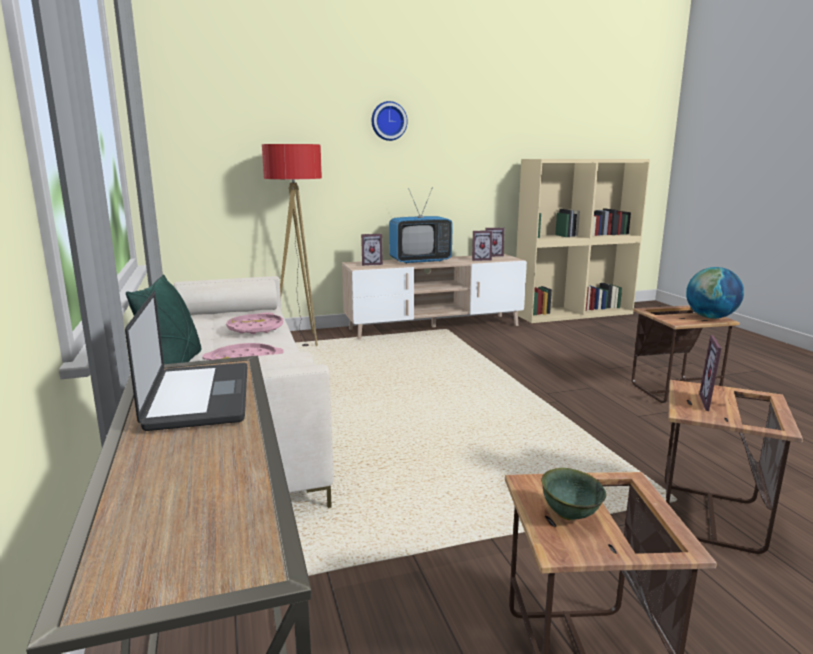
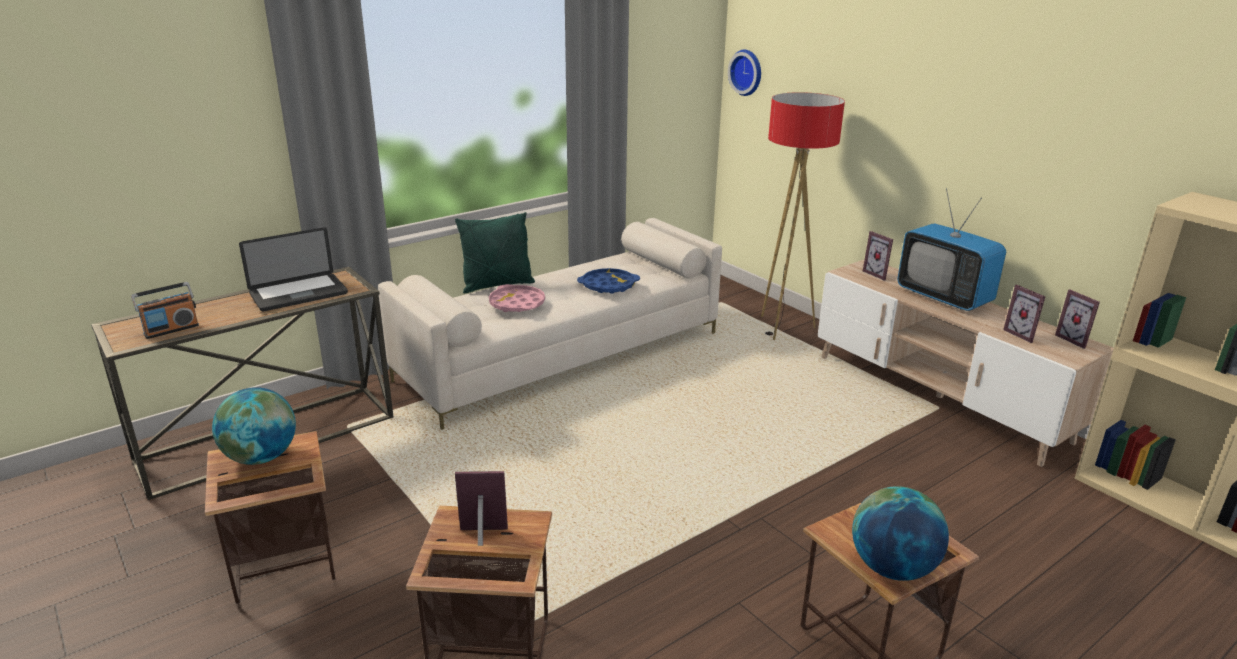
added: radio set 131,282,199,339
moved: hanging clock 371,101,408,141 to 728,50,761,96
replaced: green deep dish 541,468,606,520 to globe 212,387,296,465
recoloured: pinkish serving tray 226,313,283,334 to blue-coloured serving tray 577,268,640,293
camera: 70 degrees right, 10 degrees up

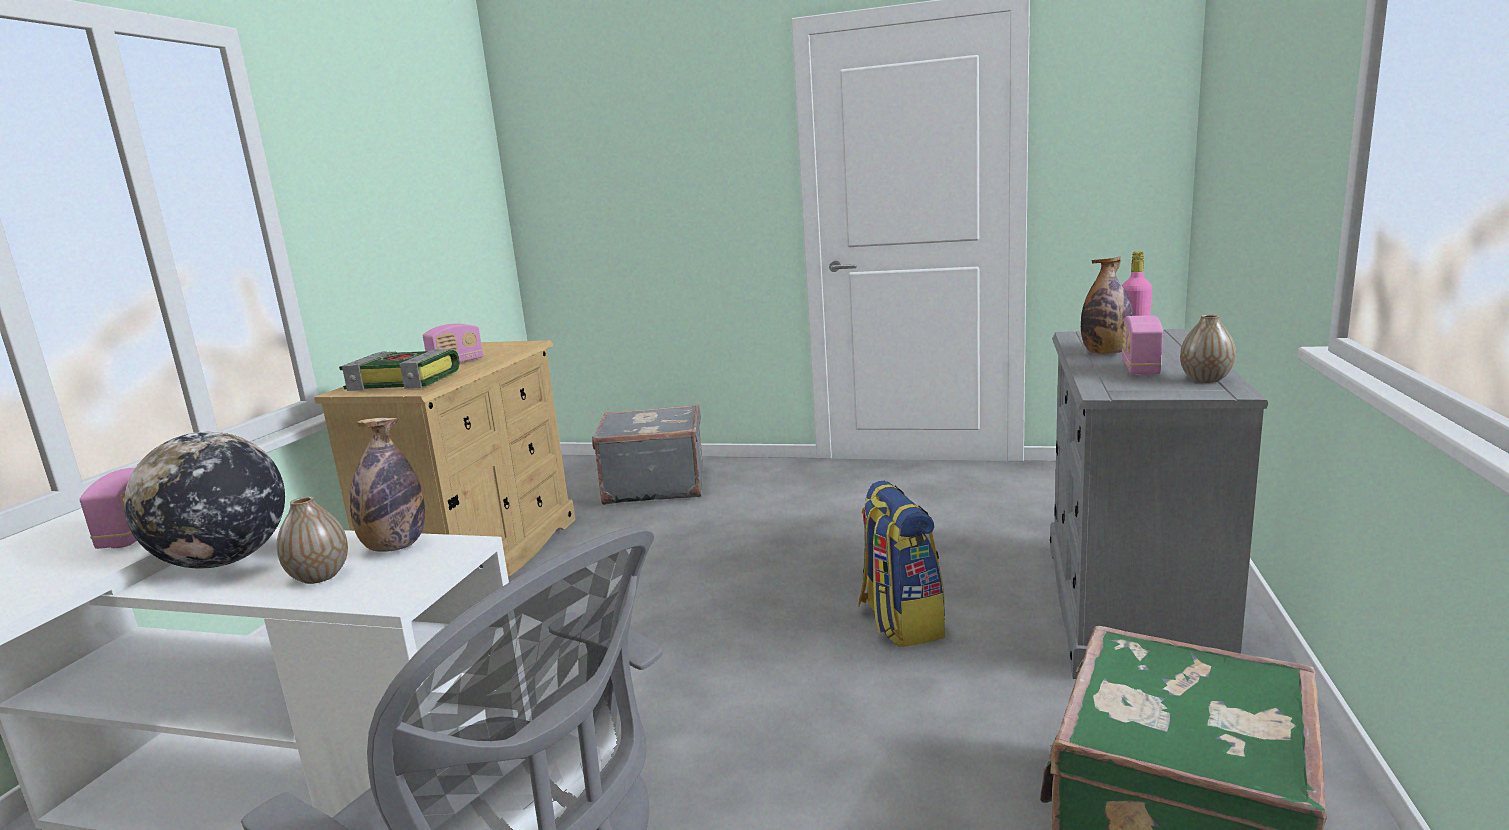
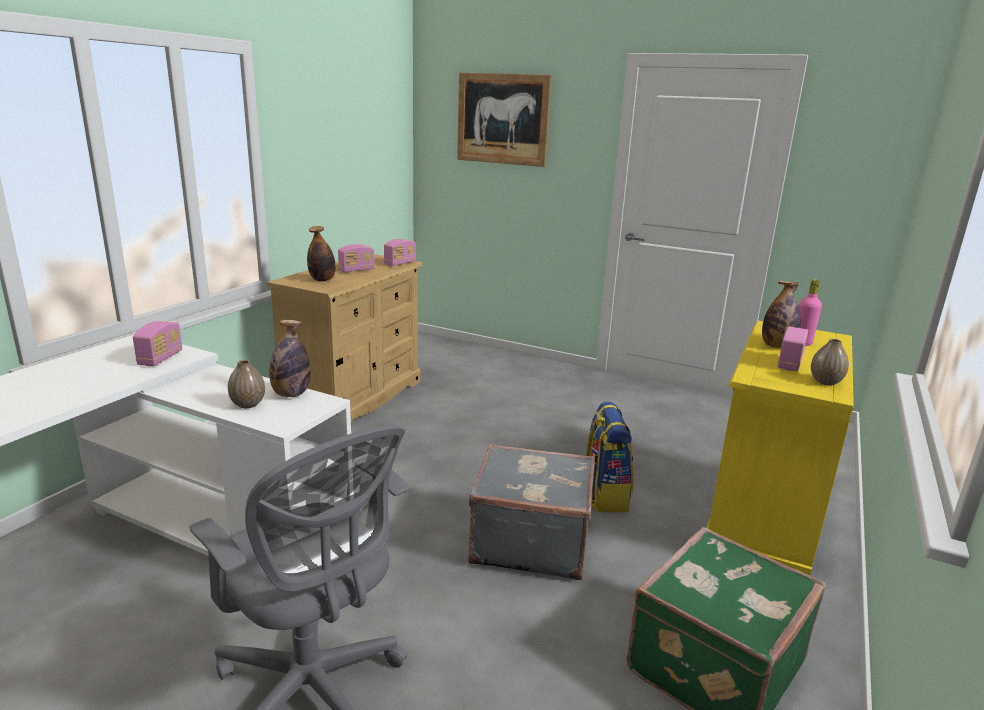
removed: globe 124,432,285,569
added: radio set 384,239,415,266; wall art 457,73,552,167
moved: gray suitcase 592,404,703,505 to 468,444,595,580
replaced: bound book 339,349,460,391 to bottle 307,226,336,281
recoloured: gray dresser 1050,329,1268,679 to yellow-coloured dresser 707,321,854,575
camera: 10 degrees right, 5 degrees up

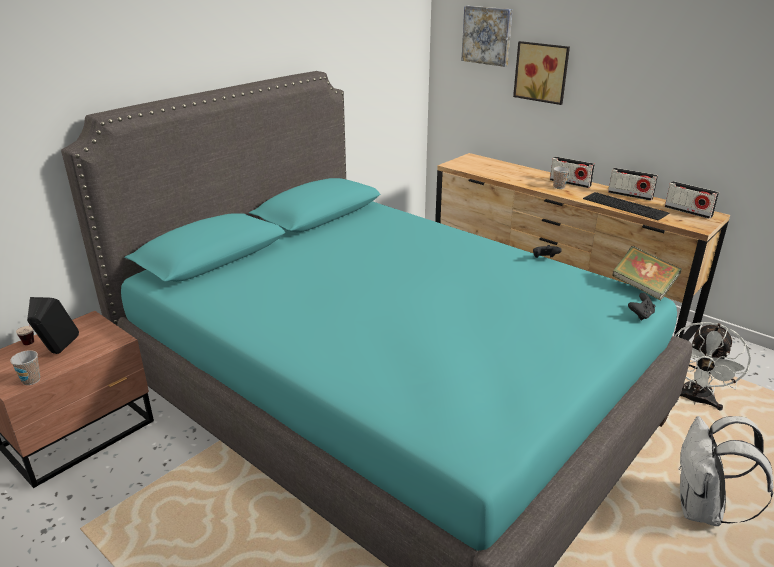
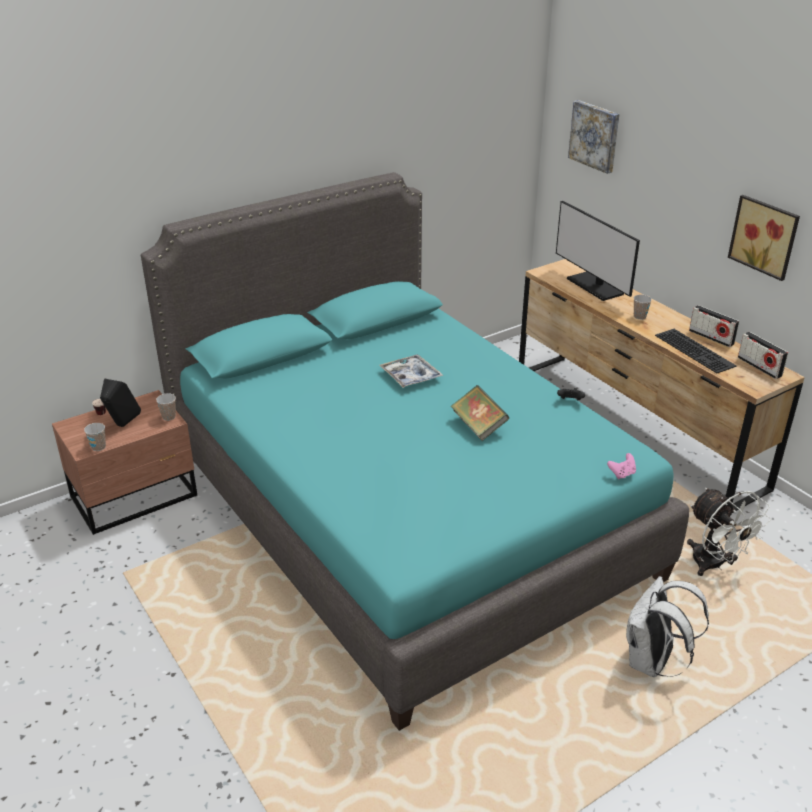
removed: radio set 550,157,595,188
added: drinking cup 156,393,176,421; serving tray 379,355,443,388; computer screen 556,200,640,301
moved: bound book 612,246,681,301 to 450,385,509,441; wall art 513,41,570,105 to 728,195,800,281
recoloured: black-coloured joypad 628,293,656,321 to pinkish joypad 607,453,636,479
turned: whitish electric fan 674,322,751,411 = 687,488,771,576 75 degrees counterclockwise
camera: 15 degrees right, 5 degrees up

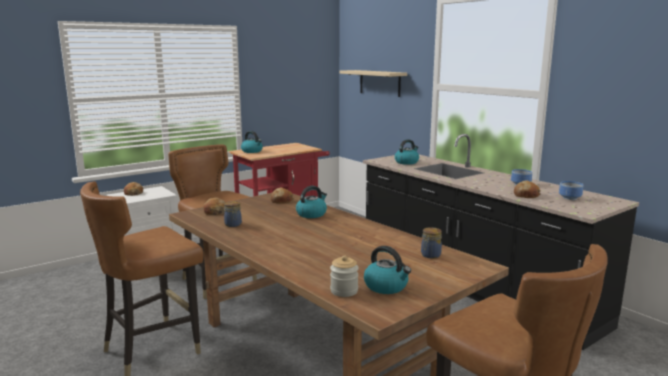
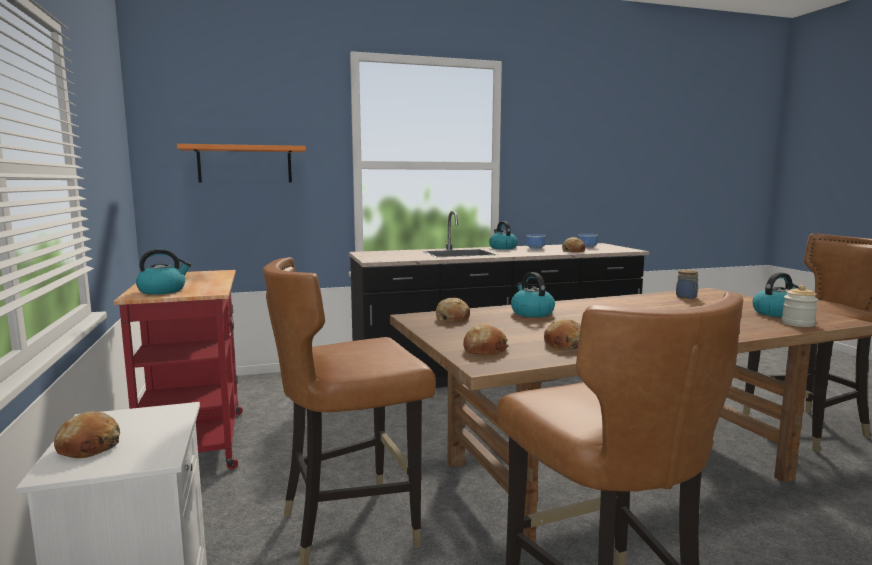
moved: tea kettle 395,139,419,165 to 489,221,518,250
replaced: jar 224,201,242,227 to bread 544,319,581,349
recoloured: beige-coloured wall shelf 339,70,407,97 to orangey wall shelf 177,144,306,182
camera: 70 degrees left, 5 degrees down

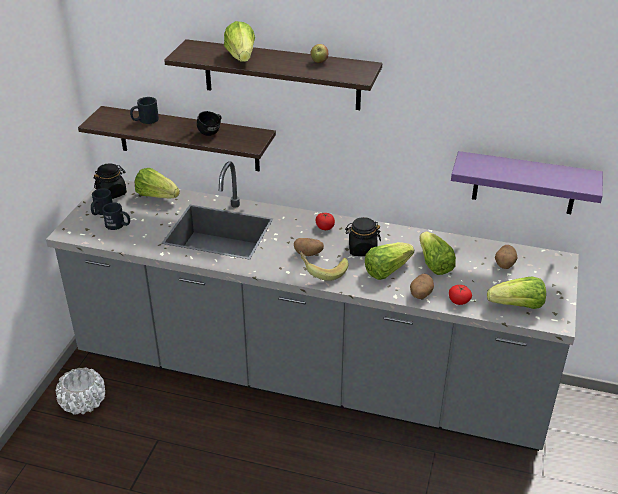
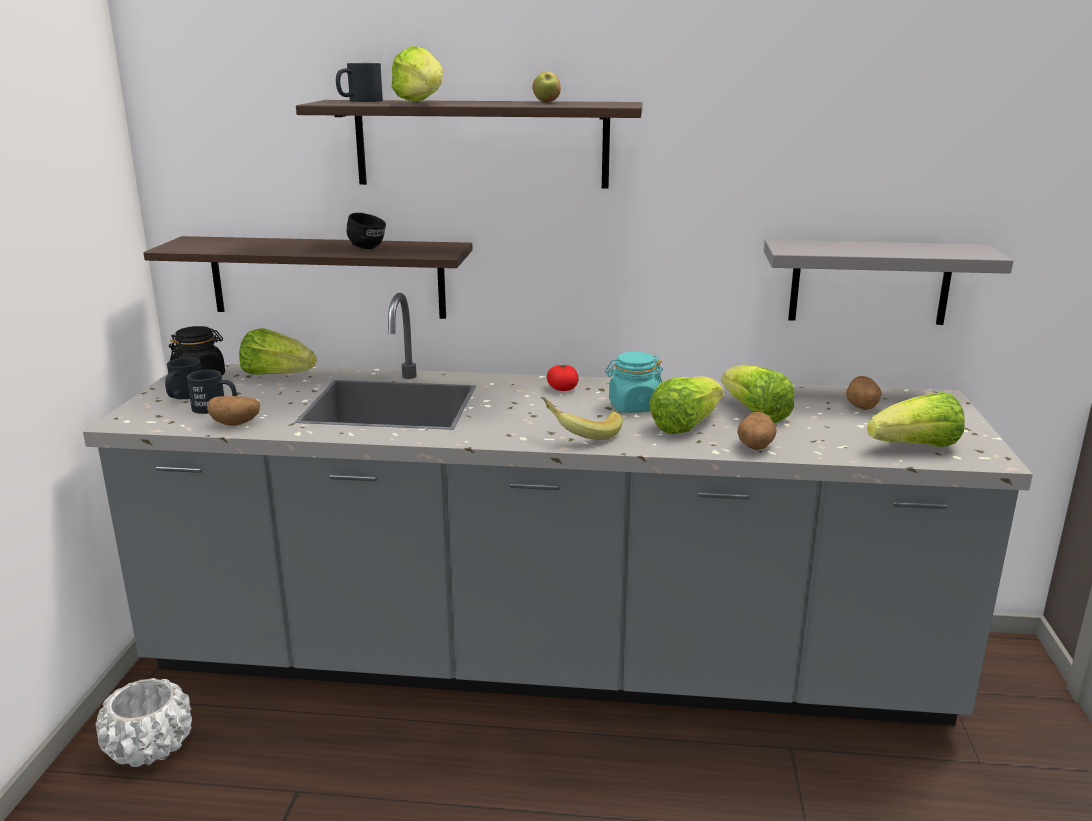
removed: whole tomato 449,285,472,305
moved: potato 294,238,324,256 to 207,396,260,426; black-coloured tea mug 130,97,159,124 to 336,63,383,102
recoloured: black-coloured jar 345,217,381,256 to turquoise jar 605,352,663,413; purple-coloured wall shelf 451,151,603,214 to gray wall shelf 764,240,1013,325
camera: 10 degrees left, 15 degrees down

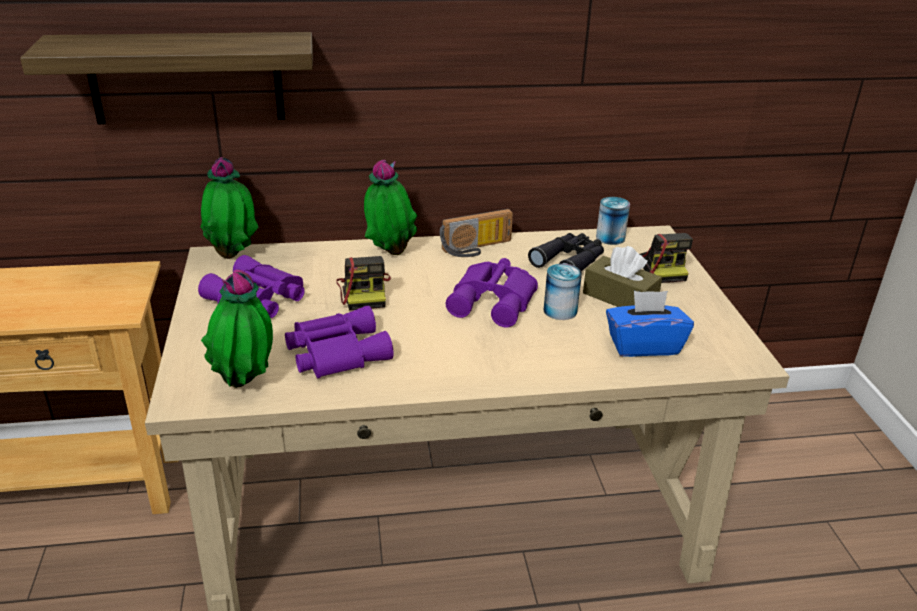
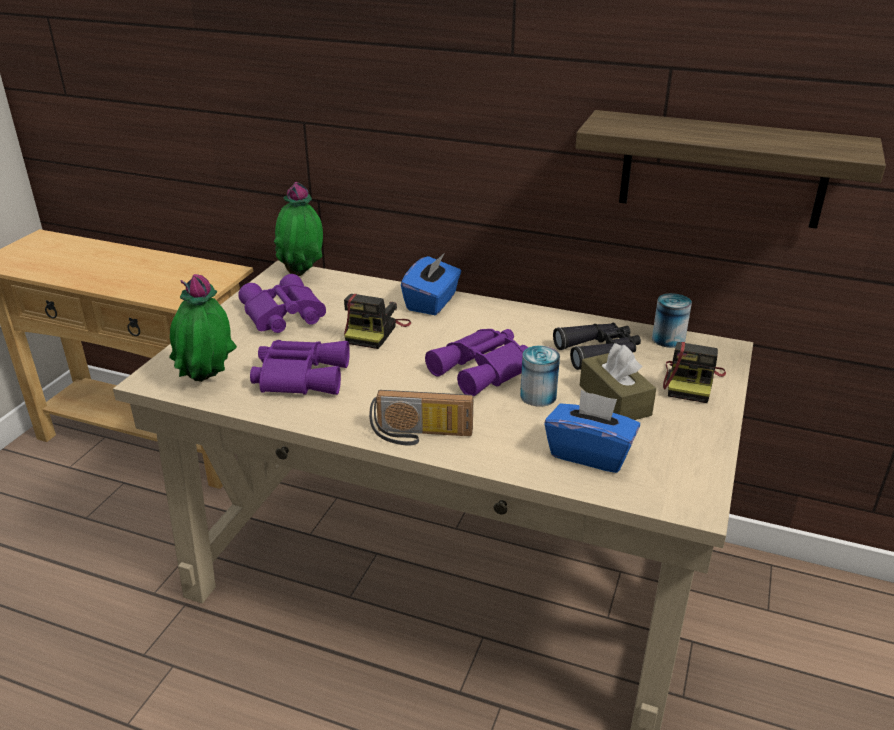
moved: radio set 440,209,513,257 to 369,390,474,446; wall shelf 20,32,313,124 to 575,110,886,229
replaced: plant in a pot 364,160,418,255 to blue-coloured tissue box 401,254,461,315
camera: 30 degrees right, 0 degrees up

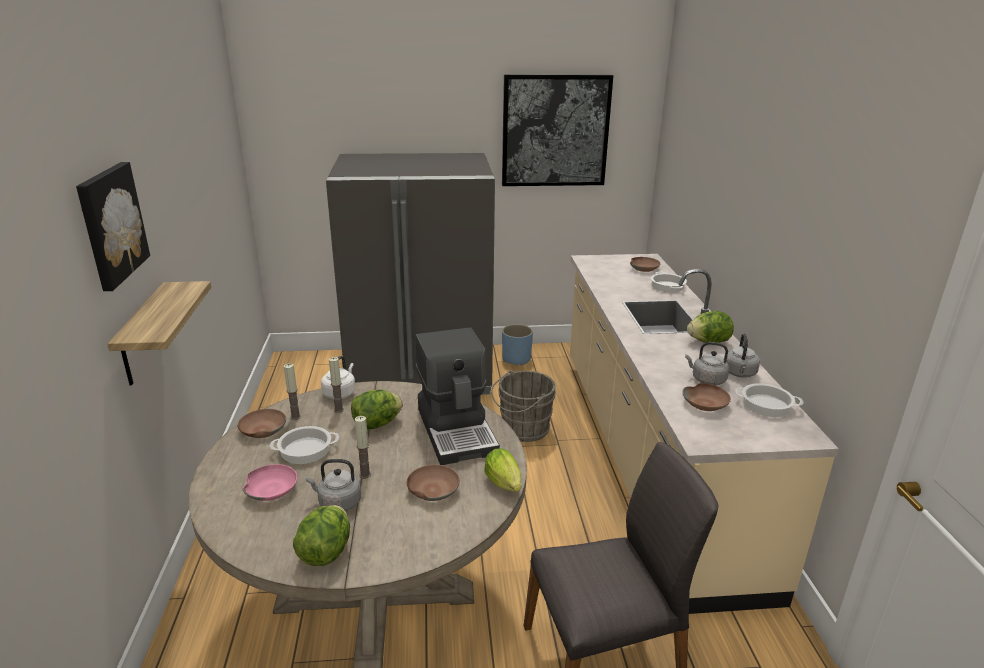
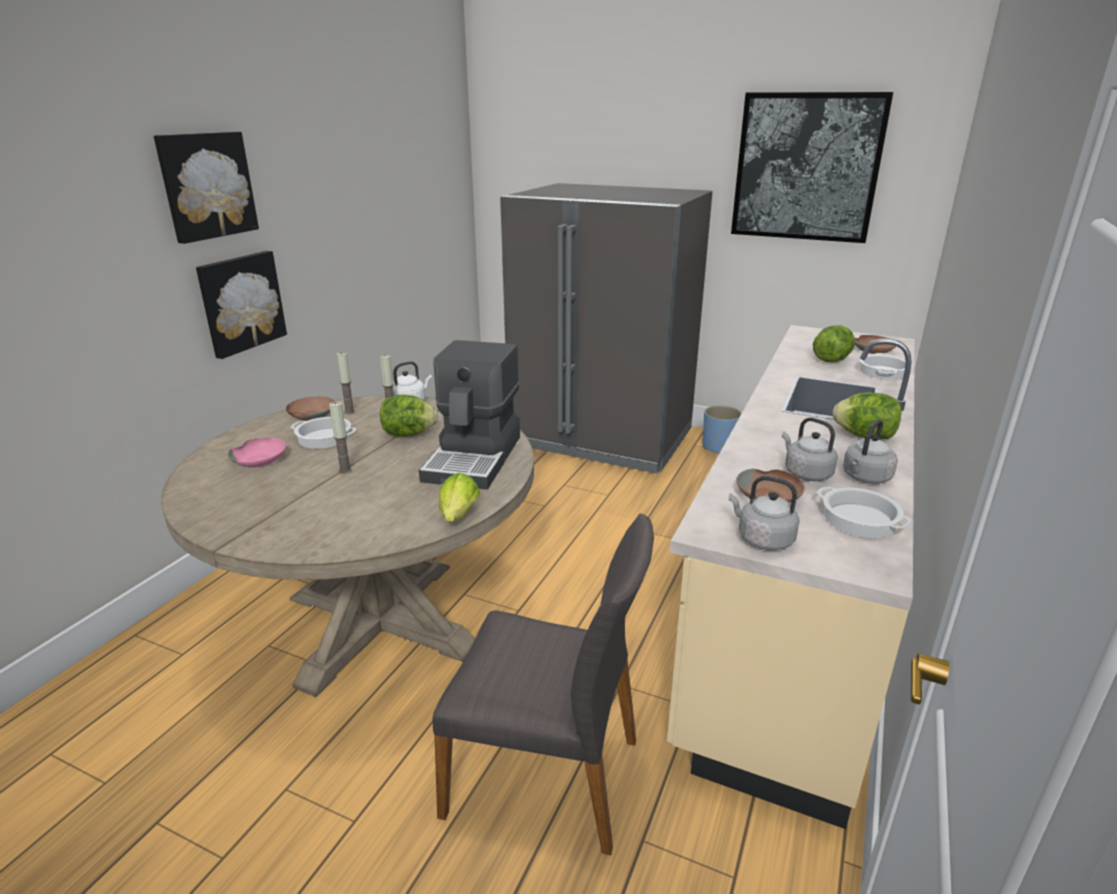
removed: brown-coloured deep dish 407,465,460,501; gray water bucket 491,370,556,442
moved: gray tea kettle 306,459,361,511 to 729,476,800,550; lettuce 293,505,350,566 to 813,325,855,362
replaced: wall shelf 108,281,212,386 to wall art 196,251,287,359
camera: 30 degrees right, 0 degrees up

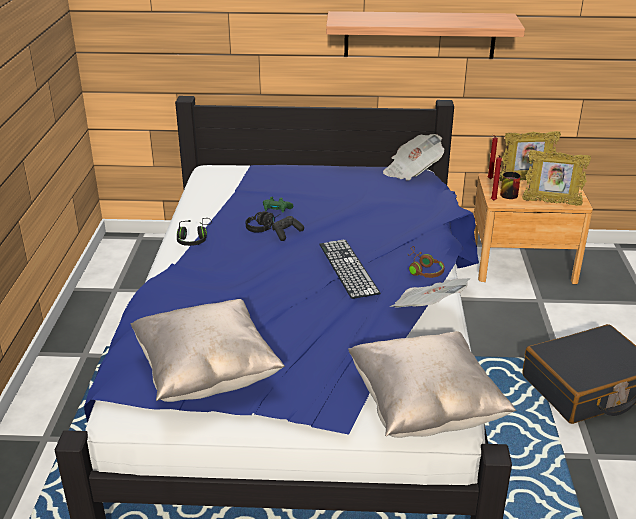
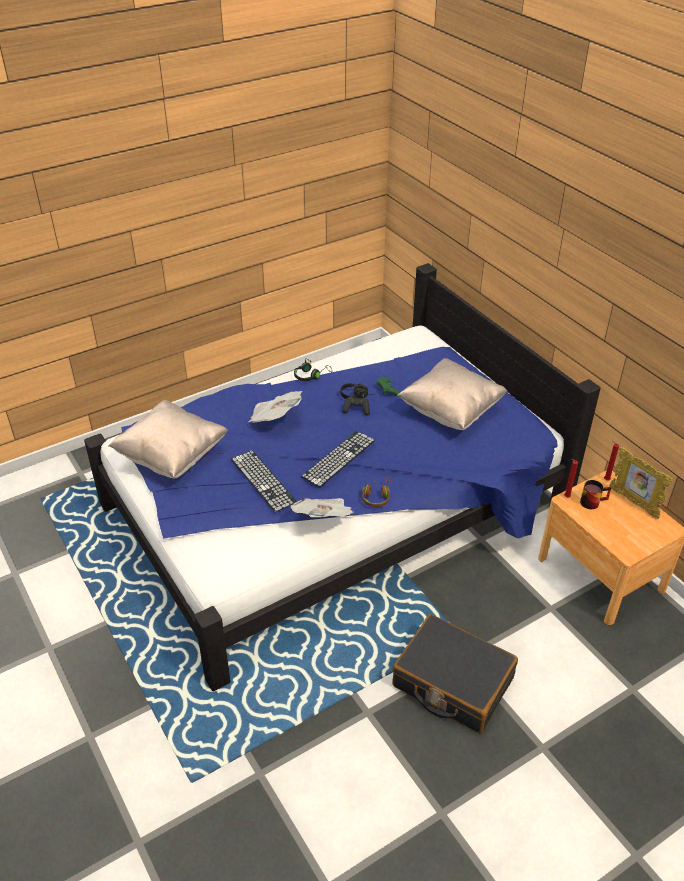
removed: wall shelf 326,11,525,58; picture frame 522,150,591,206
added: PC keyboard 231,450,297,512
moved: daily paper 383,134,444,181 to 249,391,302,422; beige-coloured pillow 348,331,516,438 to 397,358,507,430
camera: 55 degrees right, 10 degrees up

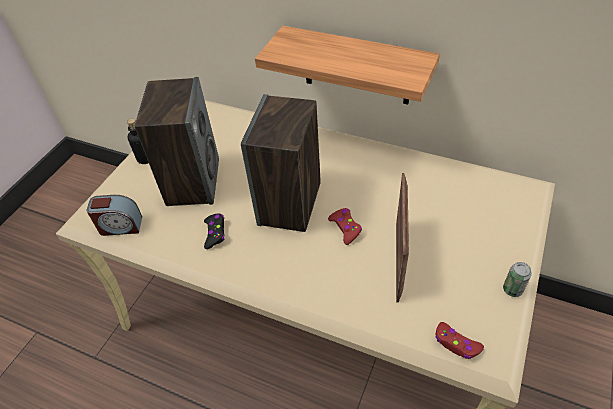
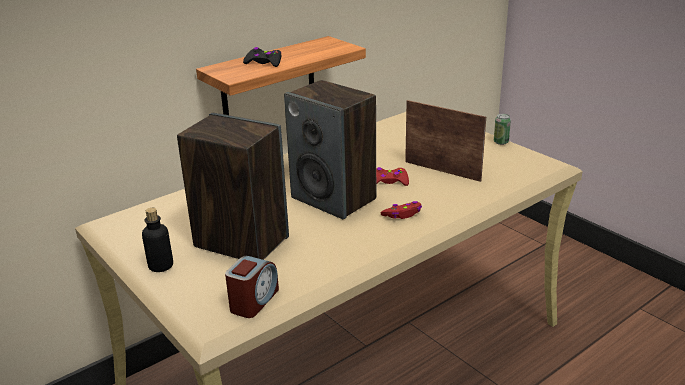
moved: black-coloured joypad 204,213,225,249 to 243,47,281,67; red-coloured joypad 435,322,484,359 to 380,201,422,219
camera: 65 degrees left, 20 degrees down

